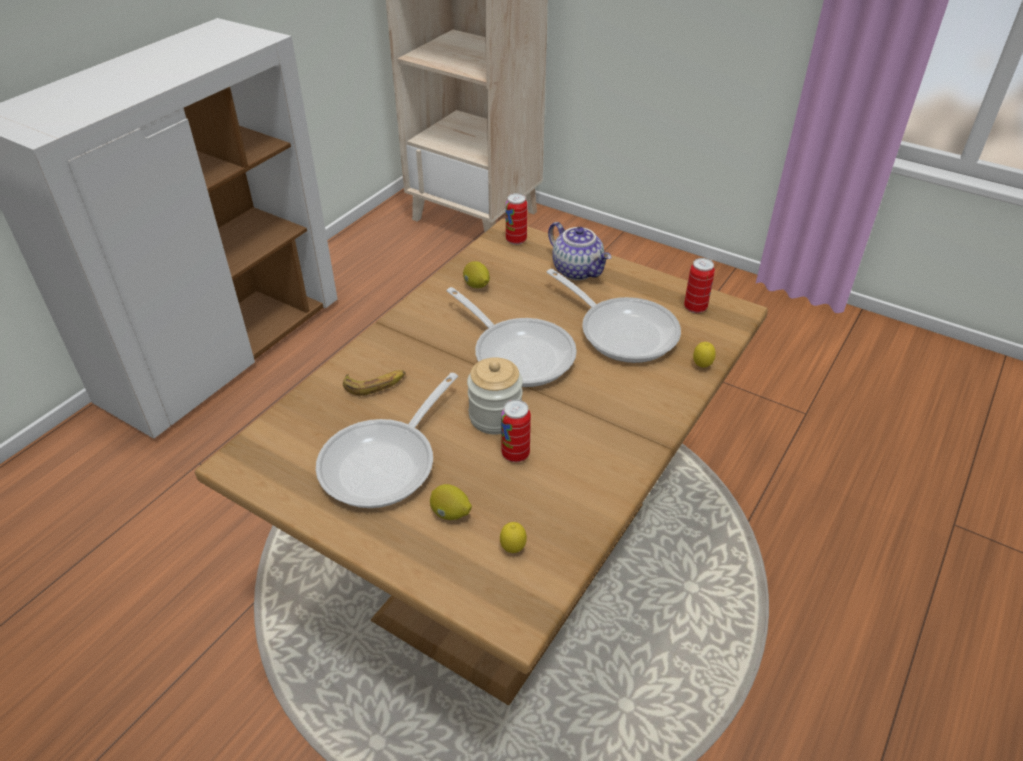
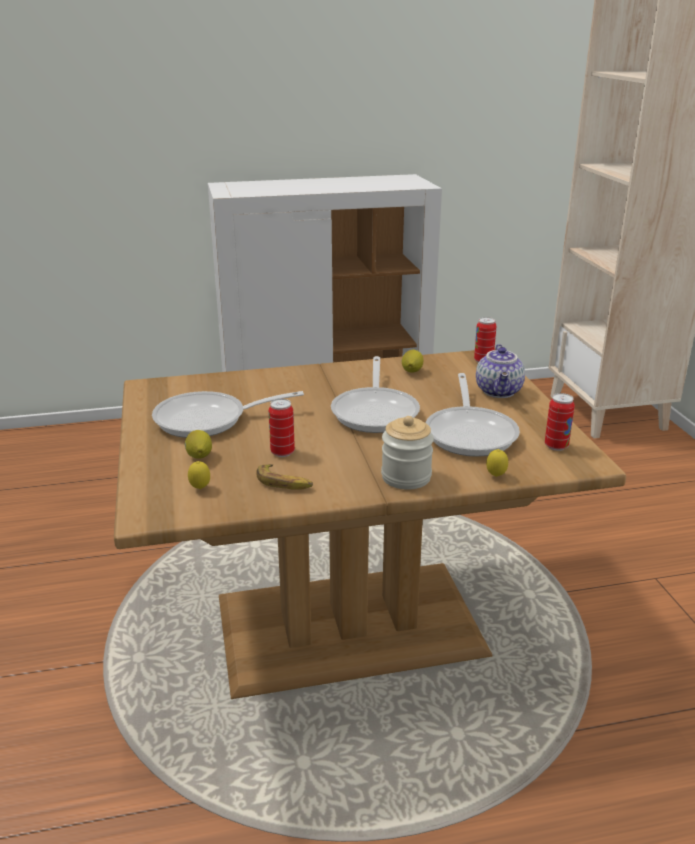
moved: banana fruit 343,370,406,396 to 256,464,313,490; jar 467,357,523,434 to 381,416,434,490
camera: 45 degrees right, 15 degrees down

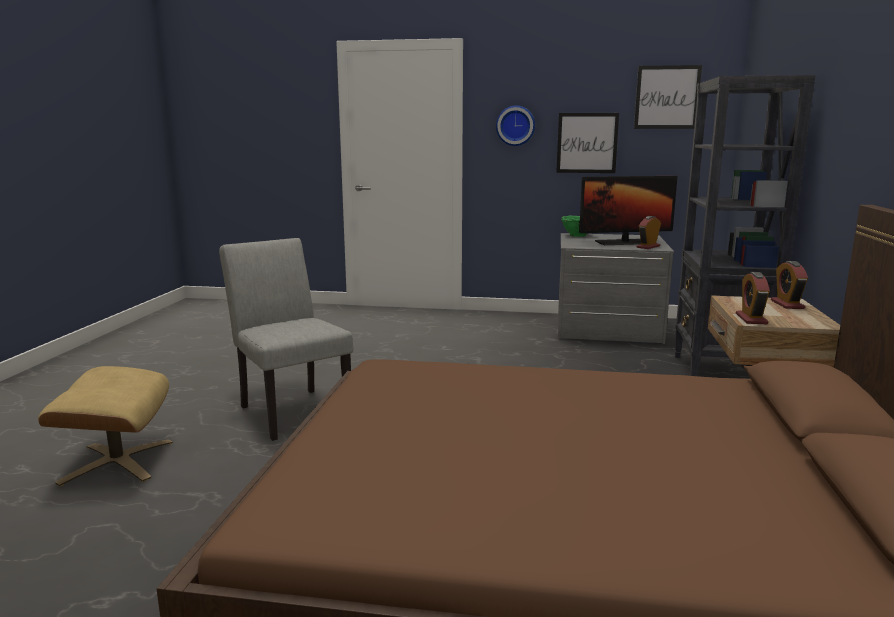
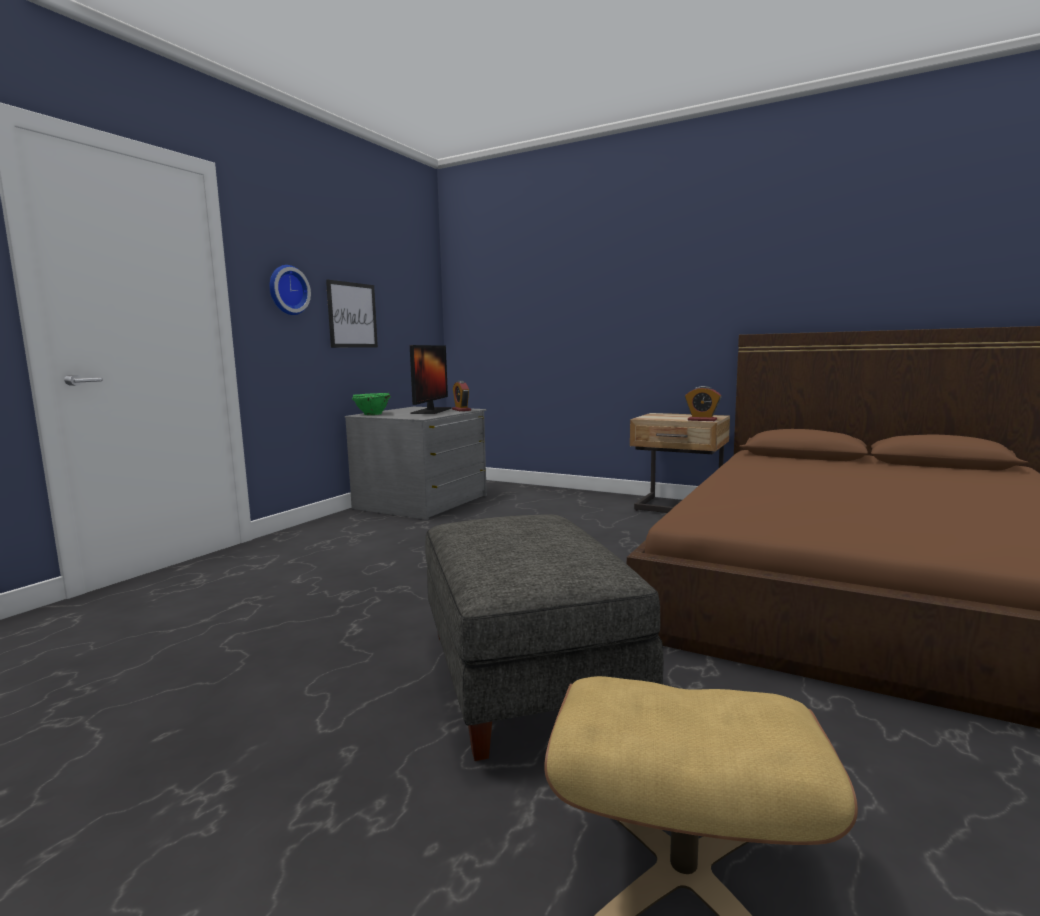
removed: wall art 634,65,702,129; black-coloured bookcase 674,75,815,376; alarm clock 771,261,808,309
replaced: gray plain chair 219,238,353,441 to gray footrest 425,514,663,761
camera: 70 degrees left, 5 degrees down

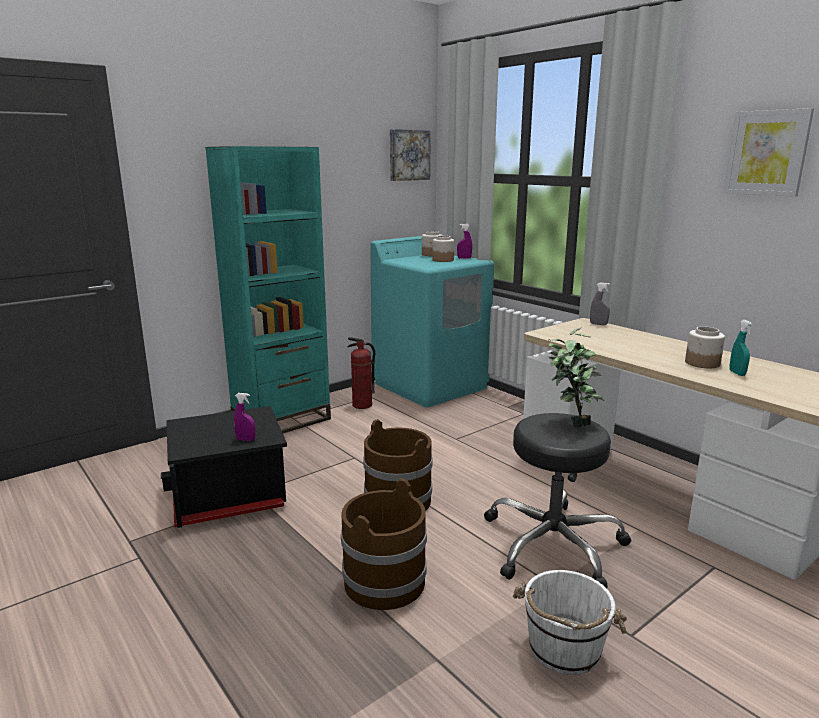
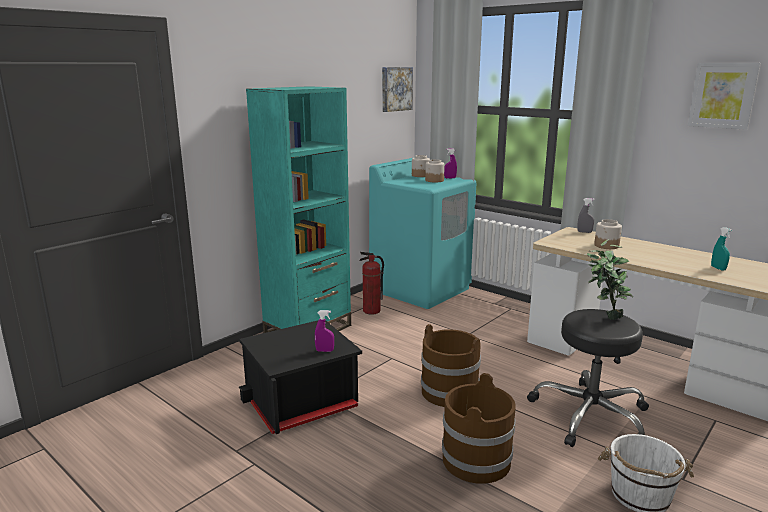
moved: jar 685,327,725,368 to 594,219,622,249
camera: 10 degrees left, 0 degrees up

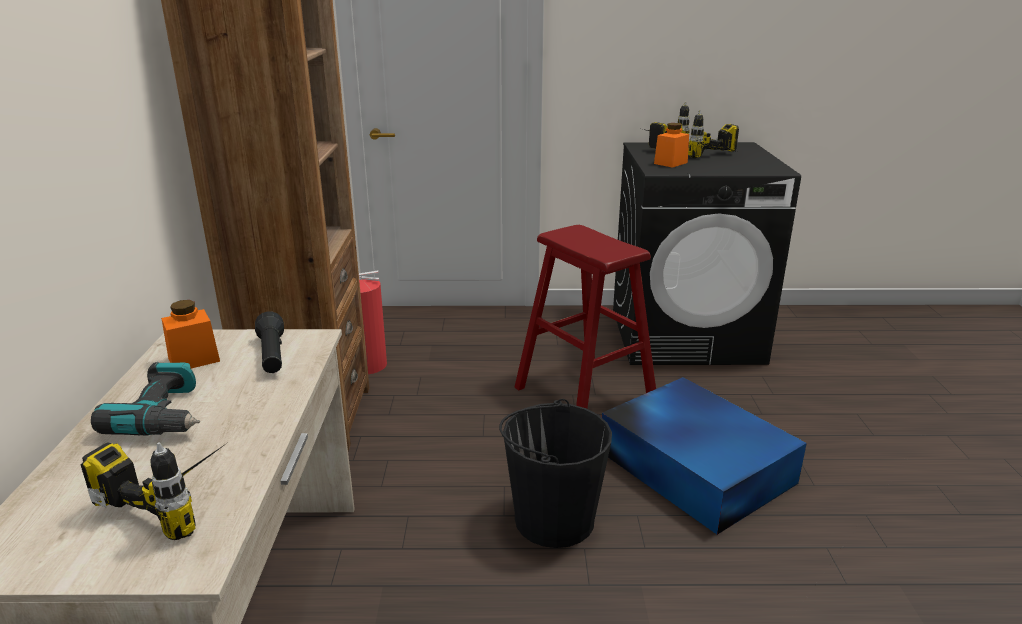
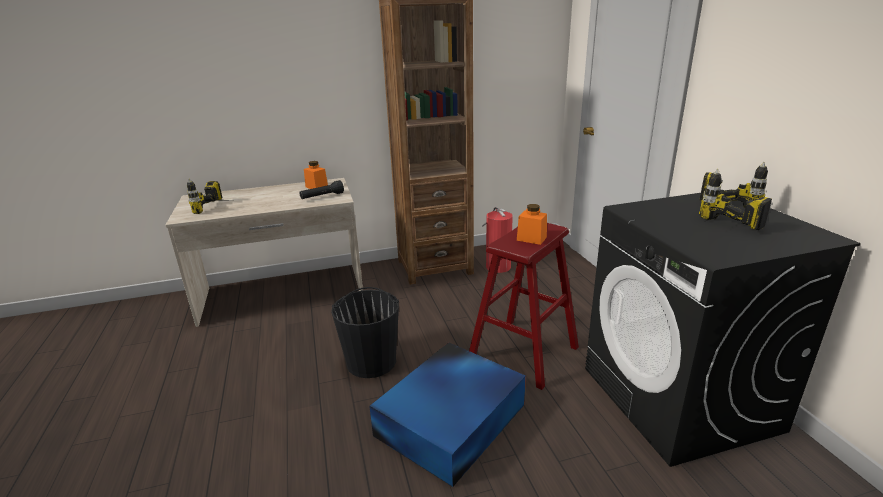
removed: electric drill 91,362,200,436
moved: orangey jar 654,123,689,168 to 517,204,547,245
camera: 75 degrees right, 0 degrees up

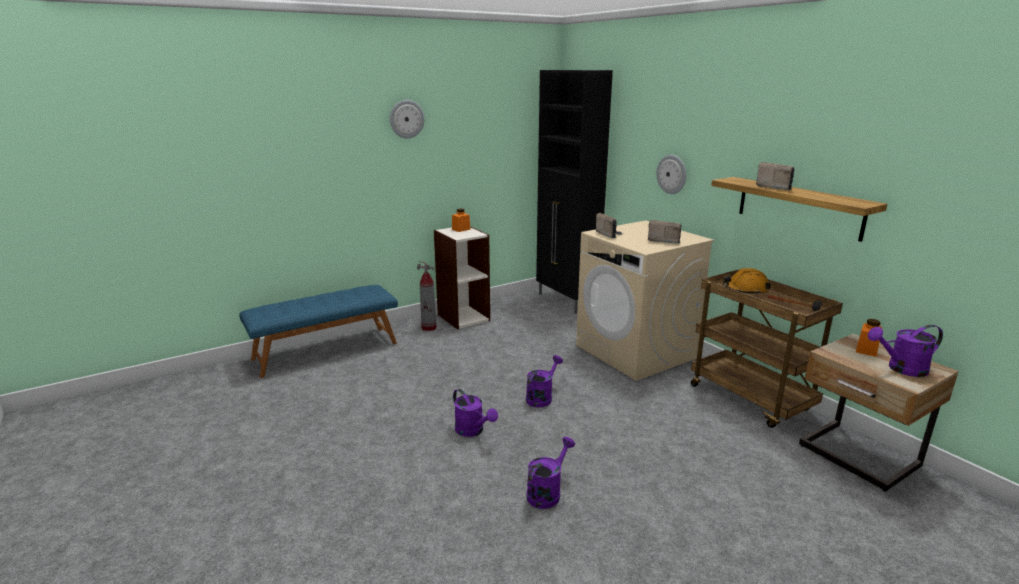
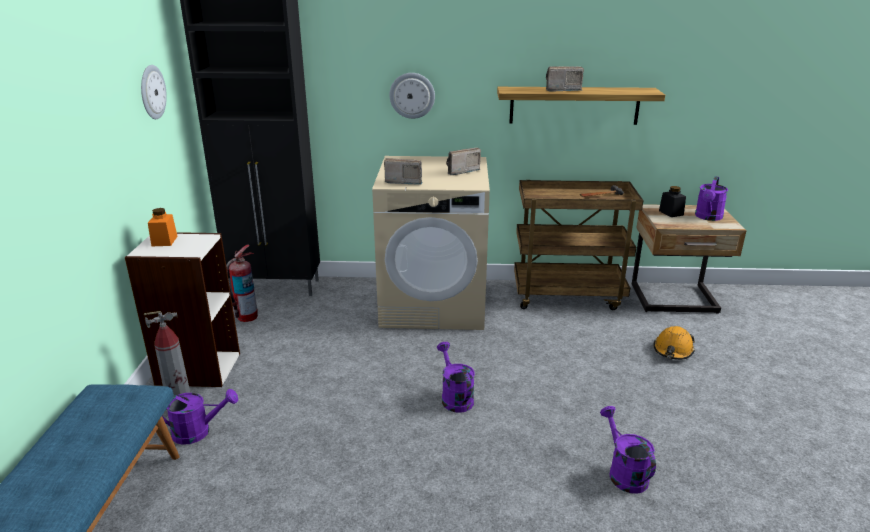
added: fire-fighting cylinder 226,245,258,322
moved: hanging clock 390,100,424,138 to 141,65,167,119; purple-coloured sprinkling can 453,389,498,437 to 162,389,238,445; orangey hard hat 723,268,771,295 to 653,326,695,360
recoloured: orangey jar 856,319,882,357 to black-coloured jar 659,186,686,217
camera: 55 degrees left, 5 degrees up

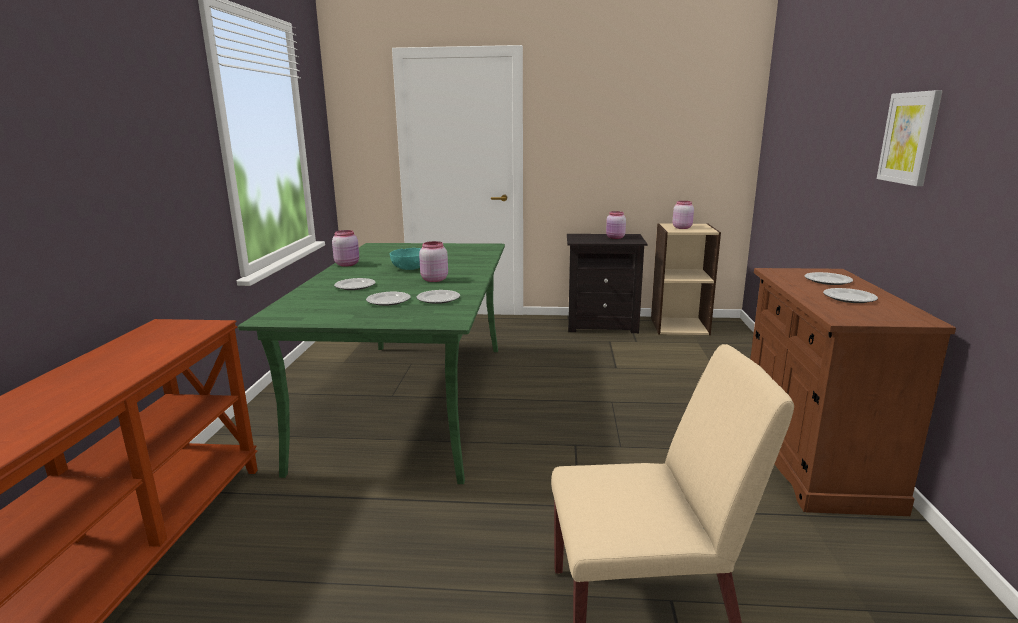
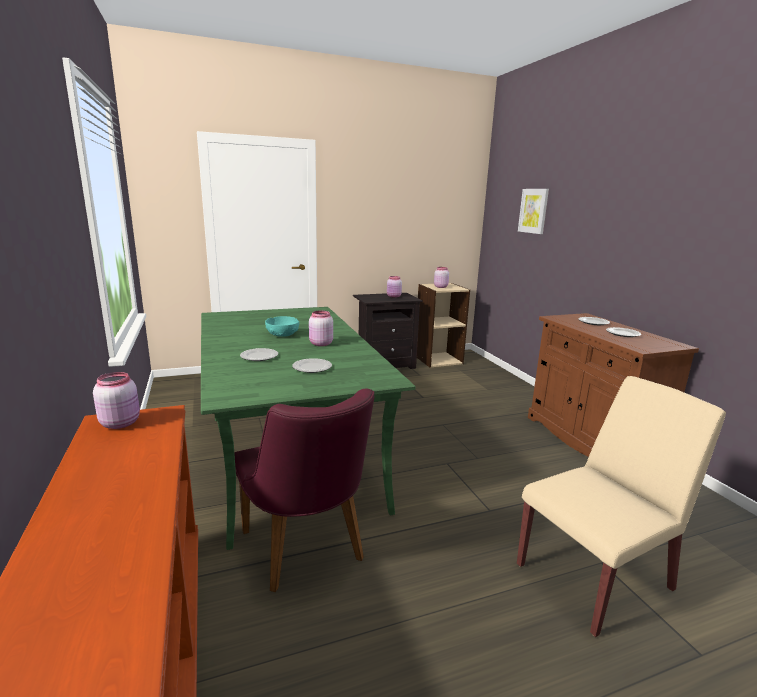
removed: plate 417,290,460,304
added: purple-coloured plain chair 234,389,374,592
moved: pinkish jar 332,230,359,267 to 93,372,140,429; wall art 877,90,943,186 to 518,189,549,234
camera: 25 degrees left, 0 degrees up

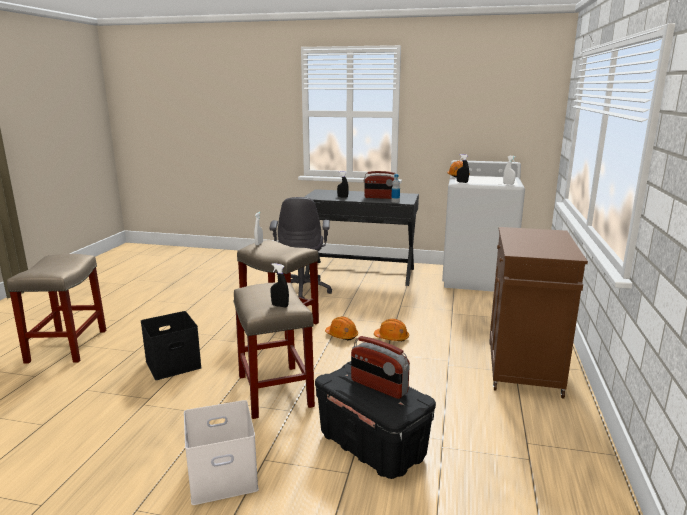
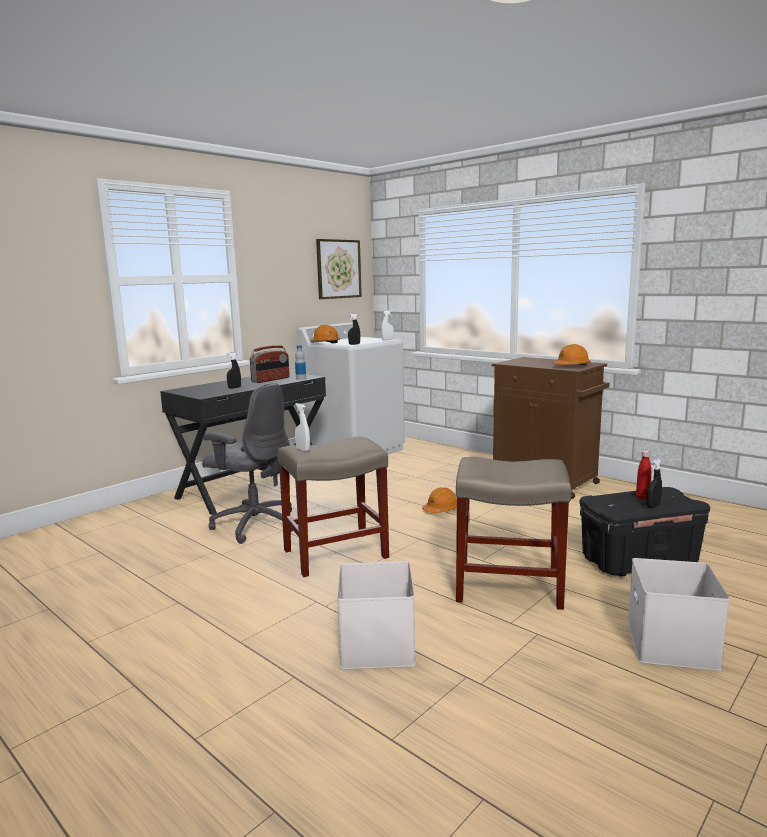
removed: beige-coloured stool 7,254,106,364
added: wall art 316,239,362,299
moved: orangey hard hat 325,317,358,341 to 552,344,591,366; black-coloured sprayer 270,263,289,307 to 647,459,662,508
replaced: radio set 351,336,410,399 to red-coloured bottle 636,451,651,499
recoloured: black-coloured storage box 141,311,202,380 to whitish storage box 337,561,416,669
camera: 60 degrees left, 5 degrees down

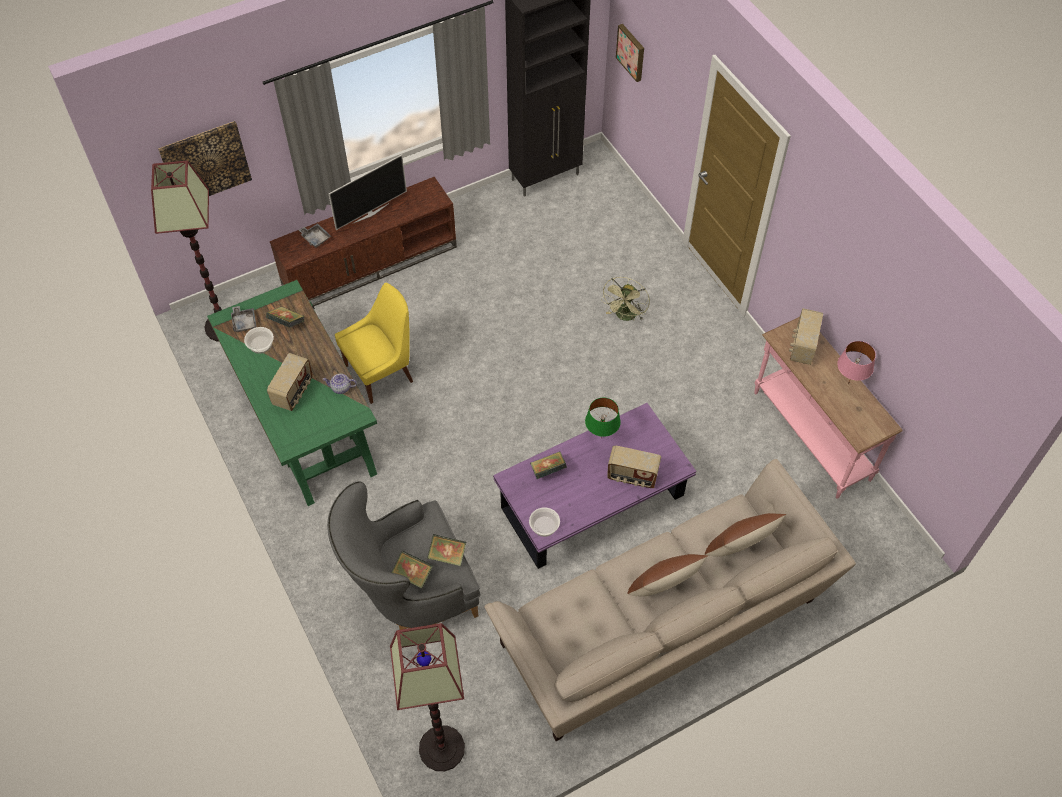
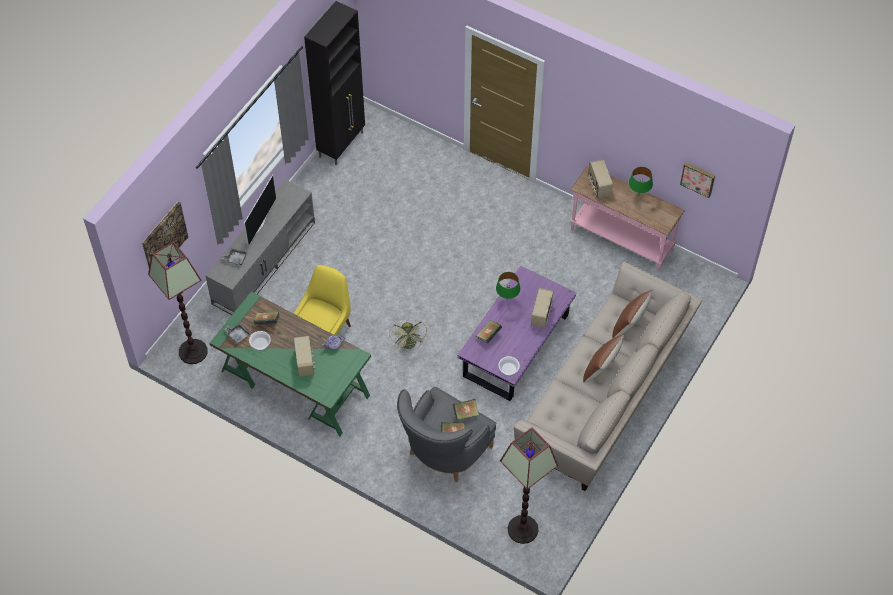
moved: green electric fan 601,277,650,321 to 389,319,427,350; wall art 616,24,644,82 to 680,162,715,198
recoloured: brown-coloured tv stand 270,177,457,306 to gray tv stand 205,180,315,315; pinkish table lamp 837,341,876,384 to green table lamp 629,167,653,197
turned: radio set 607,445,661,488 = 531,288,553,328 120 degrees clockwise
camera: 30 degrees left, 0 degrees up

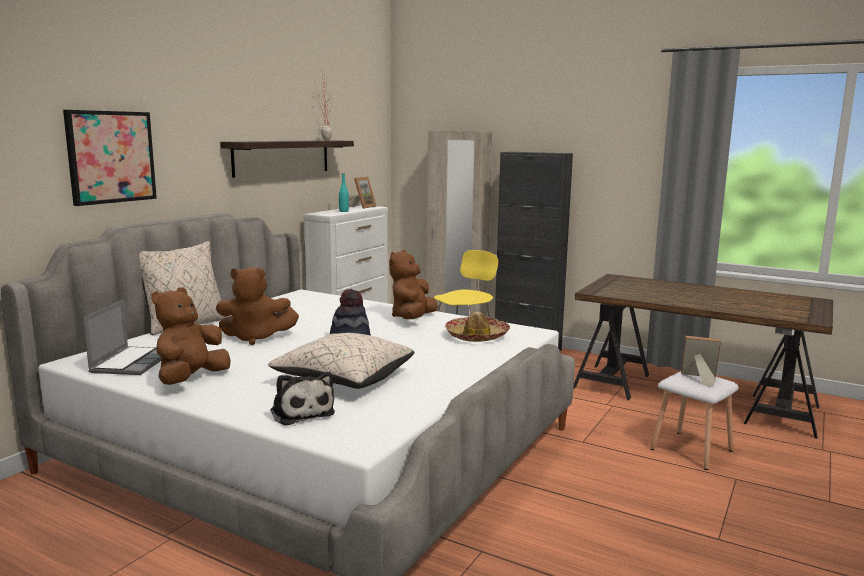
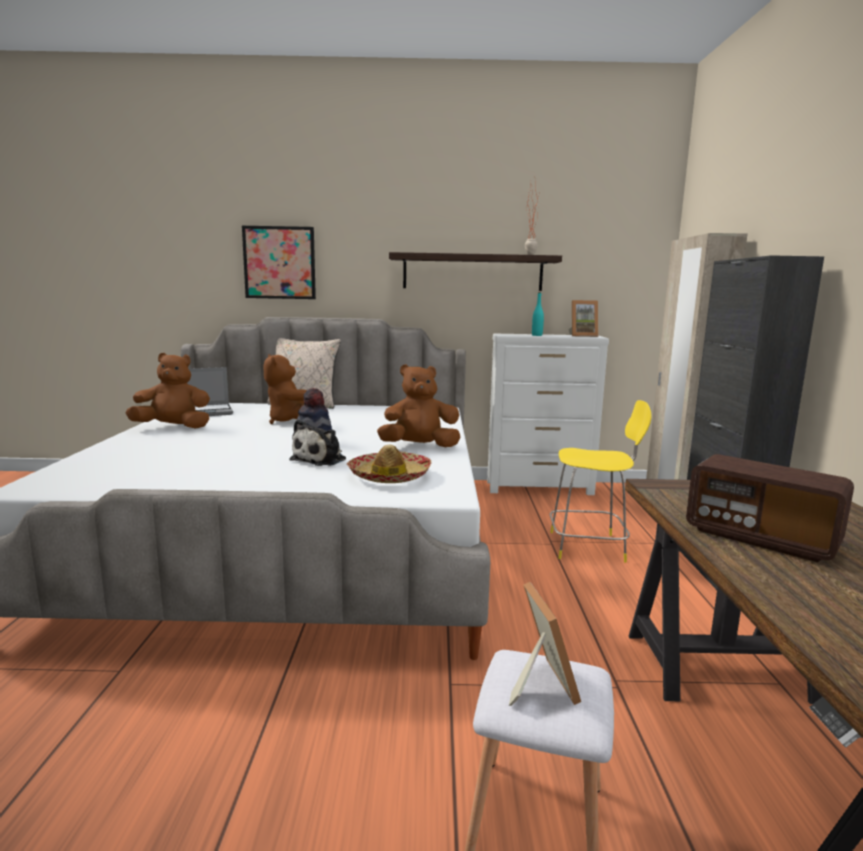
removed: beige-coloured pillow 268,333,415,389
added: radio set 686,454,854,562
moved: soft toy 270,372,335,426 to 289,419,346,466
camera: 60 degrees right, 0 degrees up

